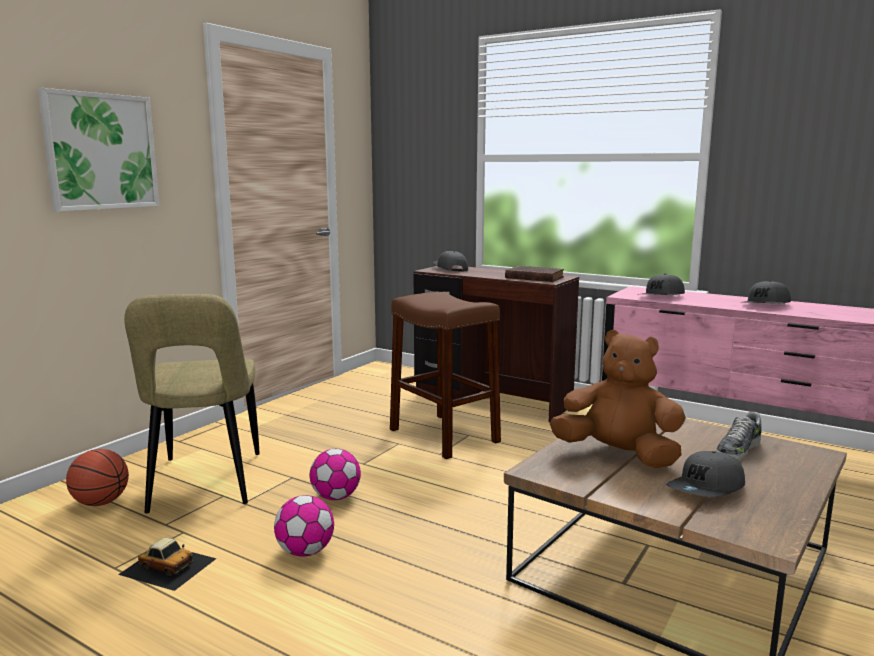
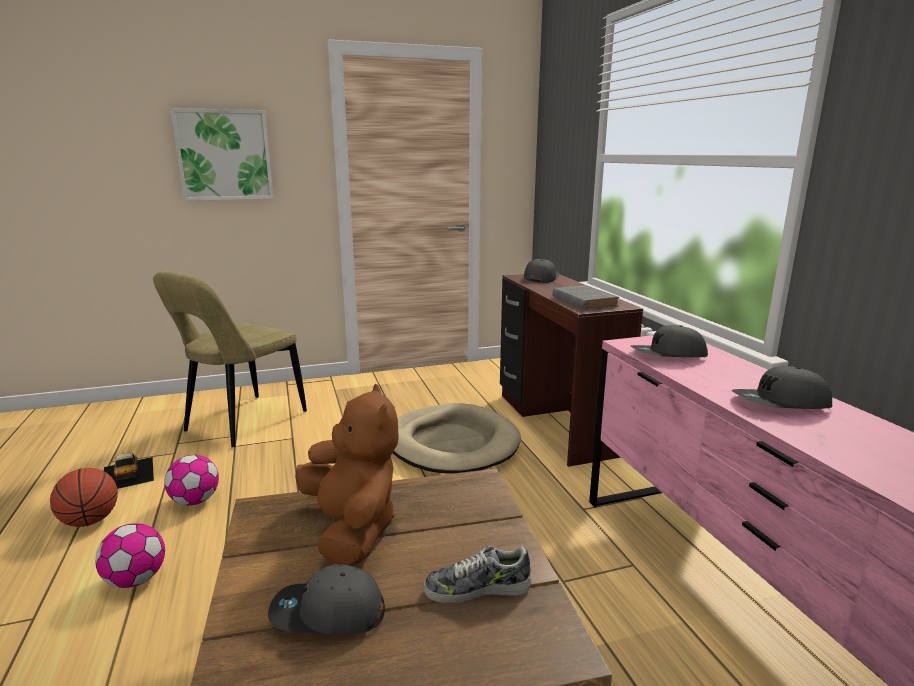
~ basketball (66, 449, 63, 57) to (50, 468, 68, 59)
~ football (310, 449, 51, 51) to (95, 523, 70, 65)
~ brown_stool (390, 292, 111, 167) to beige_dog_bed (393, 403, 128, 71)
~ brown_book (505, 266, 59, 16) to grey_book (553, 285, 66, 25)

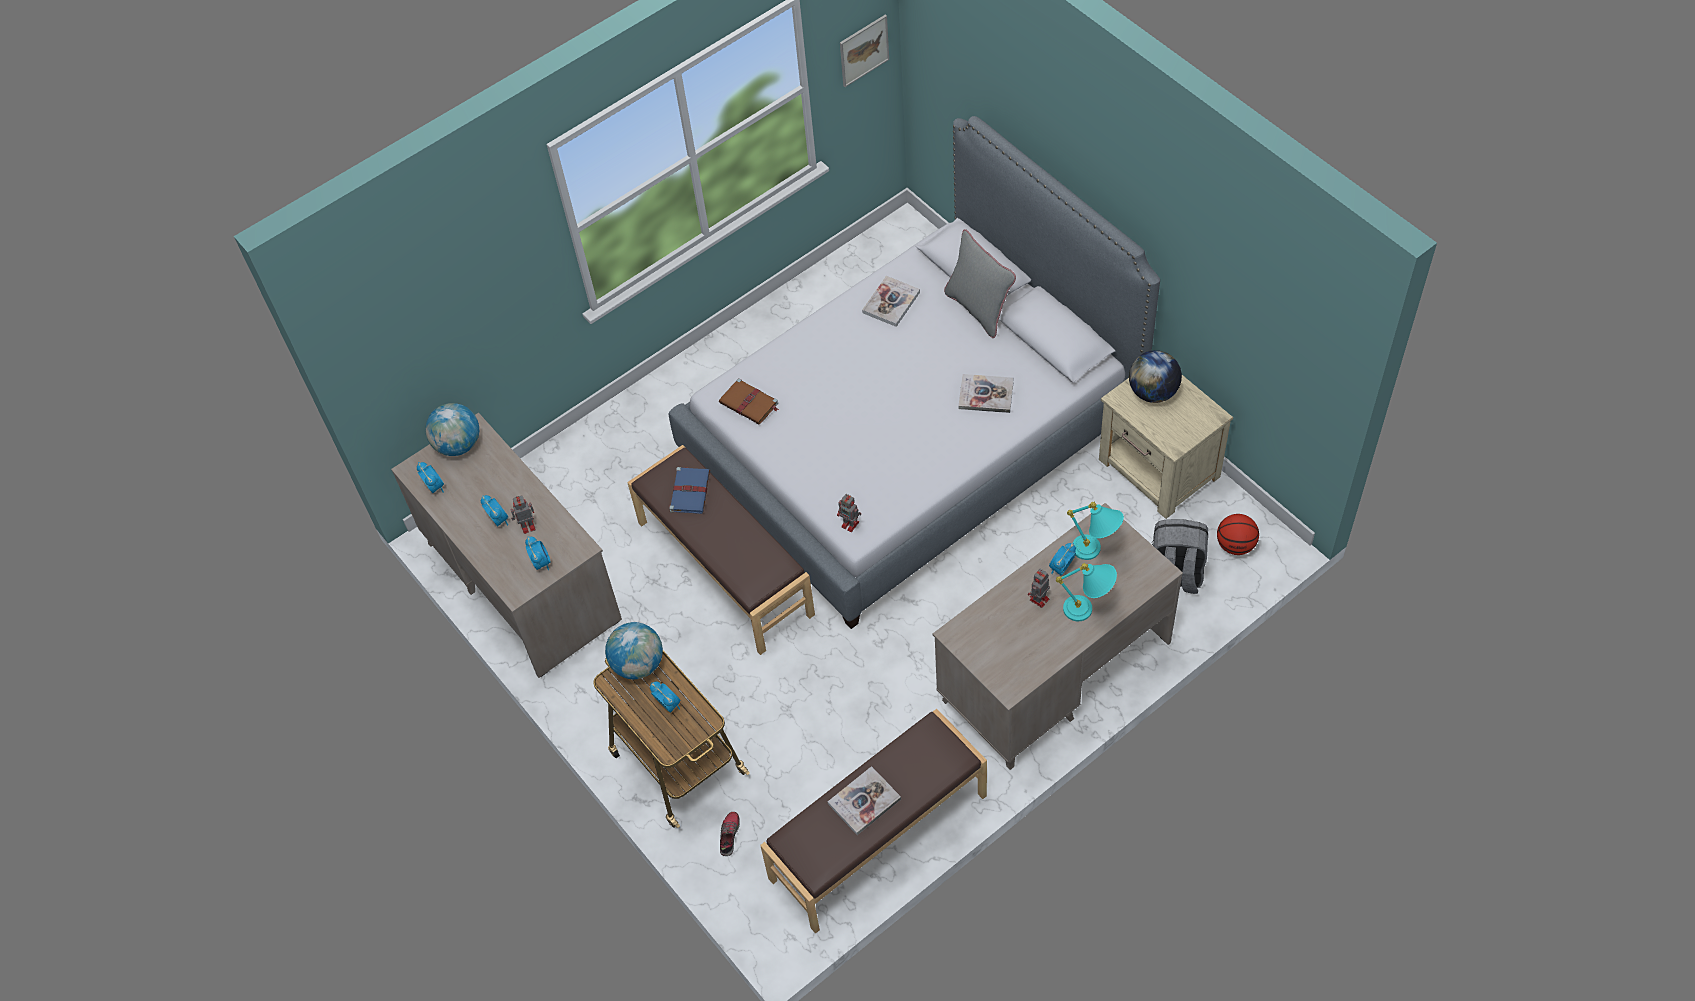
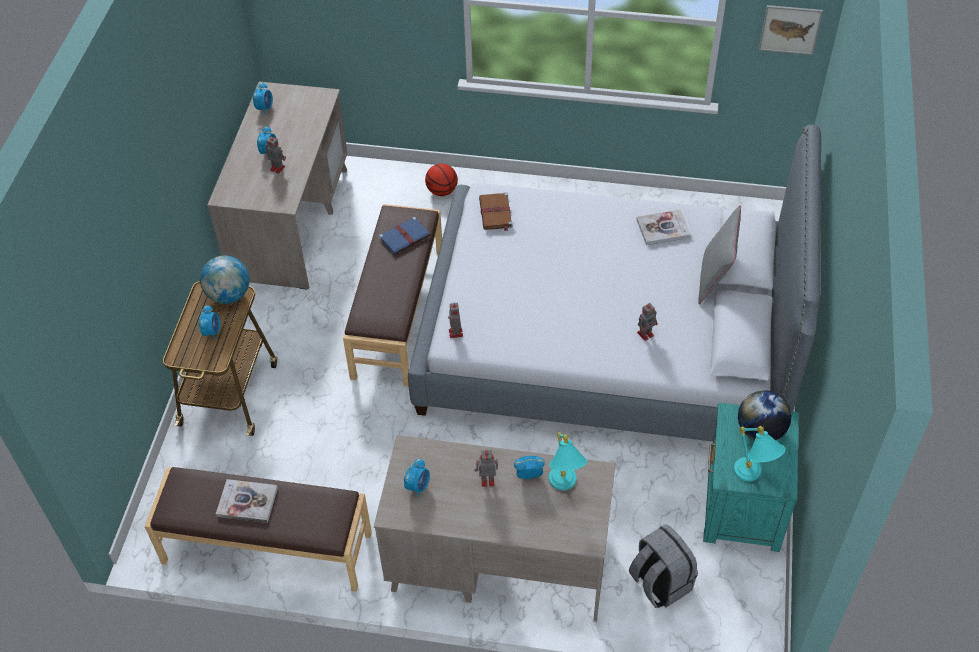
- globe (425, 403, 54, 53)
- shoe (720, 812, 20, 44)
~ alarm_clock (525, 536, 26, 34) to (404, 458, 26, 39)
~ turquoise_table_lamp (1056, 563, 61, 58) to (734, 426, 51, 56)
~ basketball (1217, 514, 42, 41) to (425, 164, 33, 32)
~ book (959, 374, 55, 39) to toy_robot (637, 303, 21, 38)
~ beige_nightstand (1099, 375, 134, 144) to turquoise_nightstand (703, 403, 96, 149)

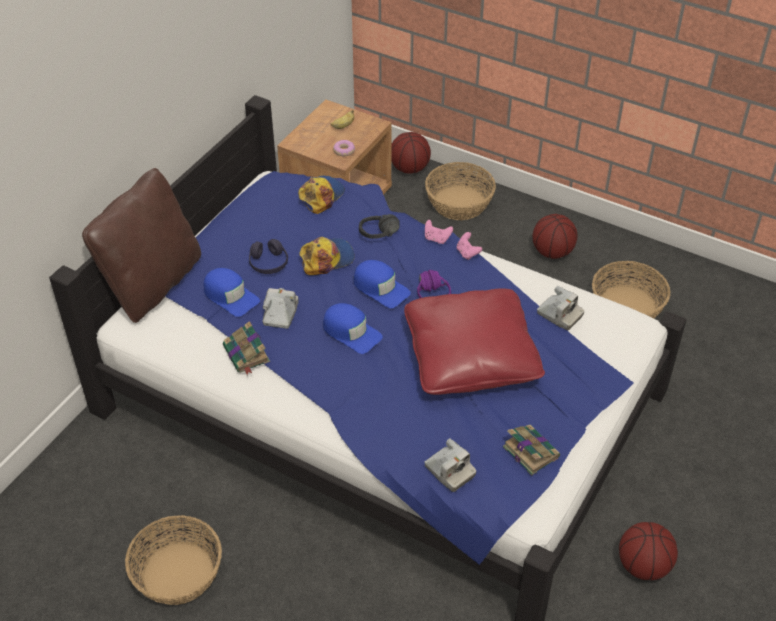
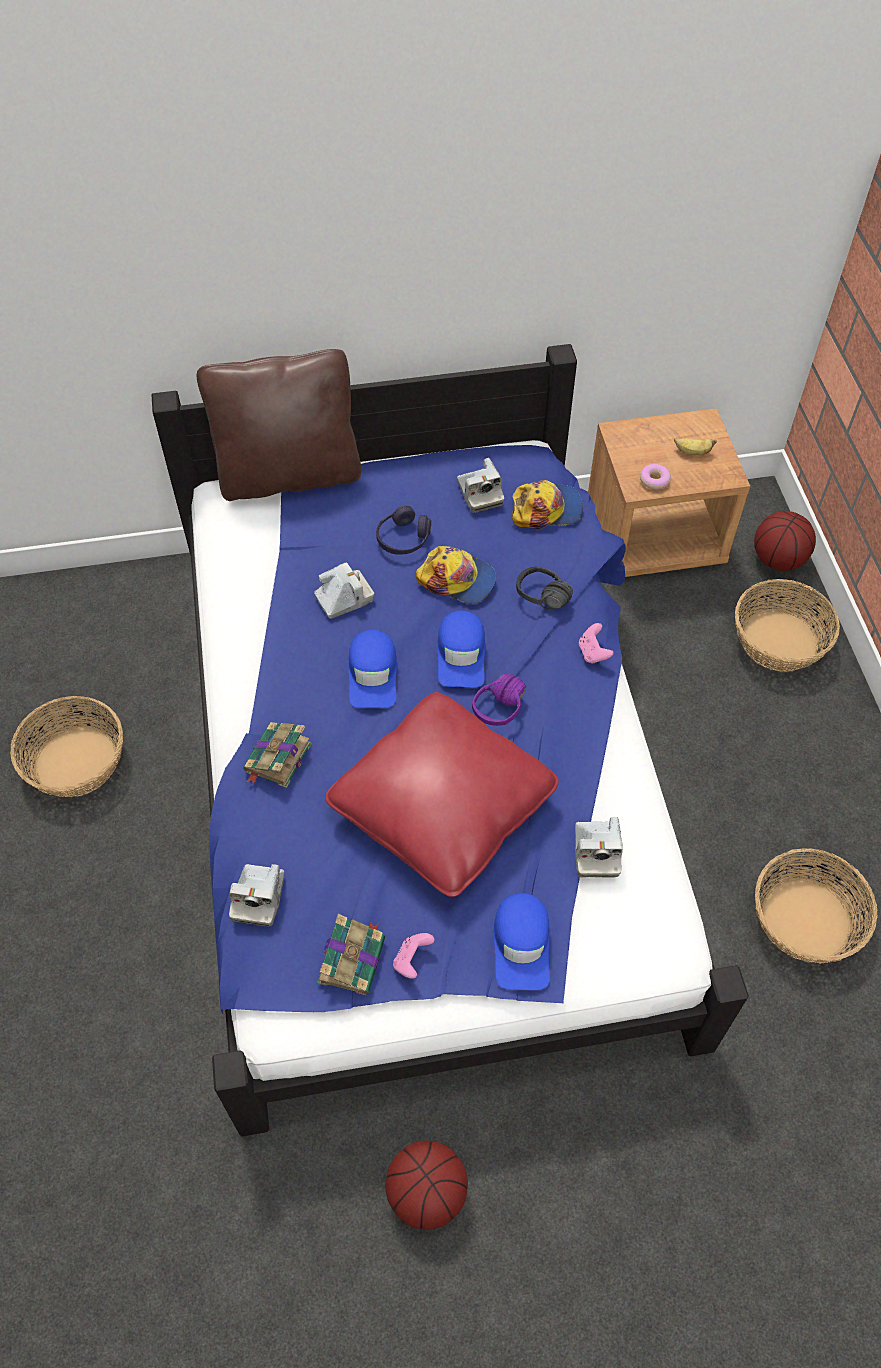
- basketball (532, 214, 46, 45)
+ photo_camera (457, 458, 47, 55)
~ blue_cap (204, 268, 56, 49) to (494, 893, 56, 97)
~ book (223, 321, 47, 54) to (243, 722, 69, 66)
~ pink_game_controller (457, 232, 25, 28) to (393, 933, 42, 46)

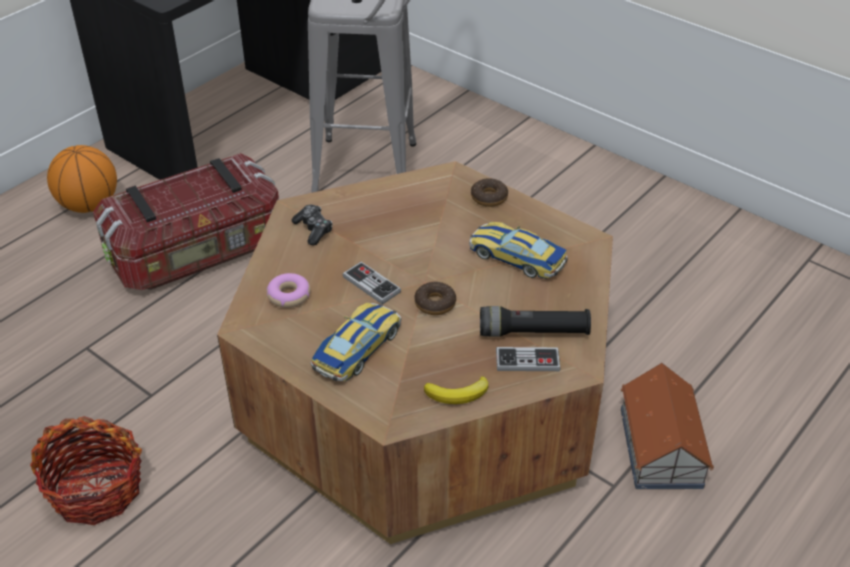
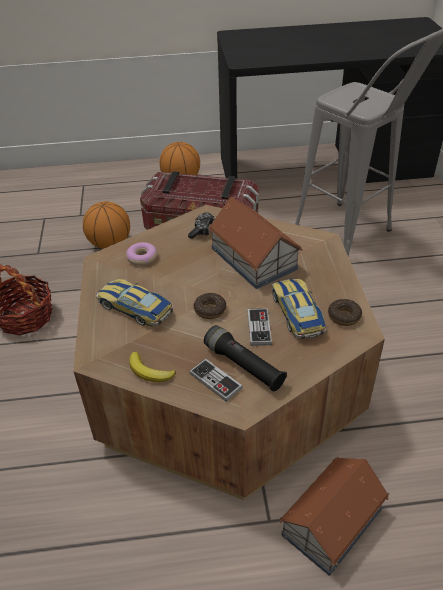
+ basketball (83, 201, 47, 48)
+ toy_house (208, 197, 95, 92)
~ game_controller (343, 262, 58, 43) to (247, 308, 25, 38)
~ donut (471, 178, 37, 29) to (328, 299, 34, 27)
~ toy_car (310, 303, 91, 78) = (97, 279, 76, 48) 135 degrees counterclockwise

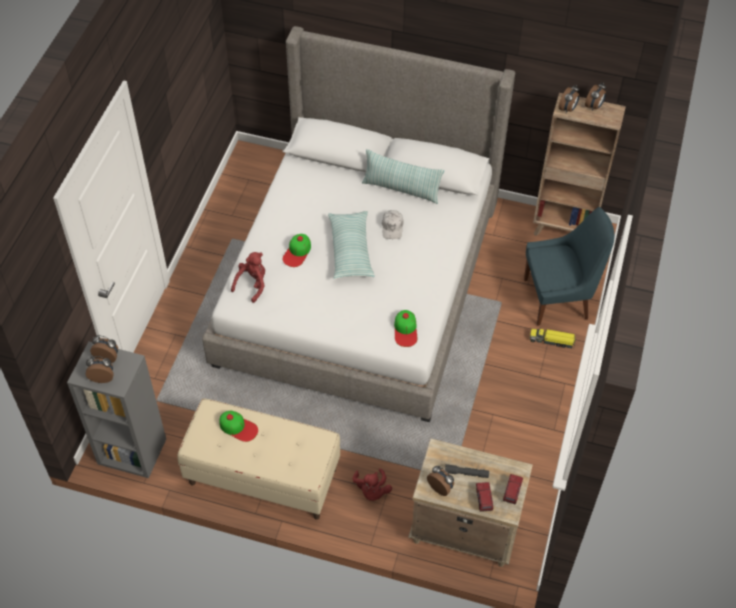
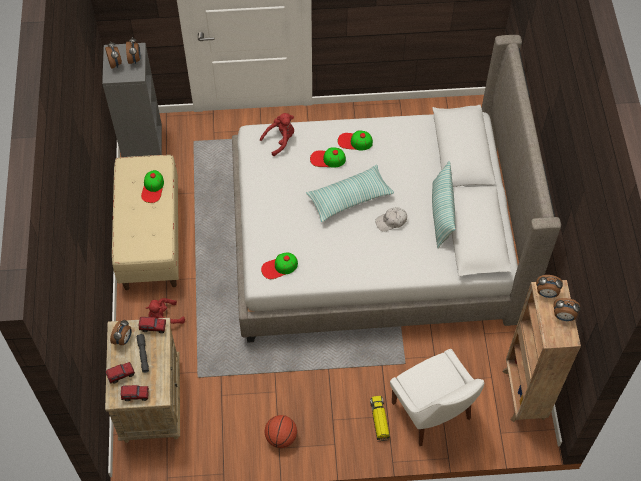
+ toy_truck (139, 317, 27, 16)
+ basketball (265, 415, 32, 33)
+ cap (338, 130, 35, 21)
~ blue_chair (524, 207, 90, 119) to white_chair (390, 349, 94, 97)
~ red_plush_toy (231, 252, 34, 51) = (260, 113, 34, 43) 45 degrees counterclockwise

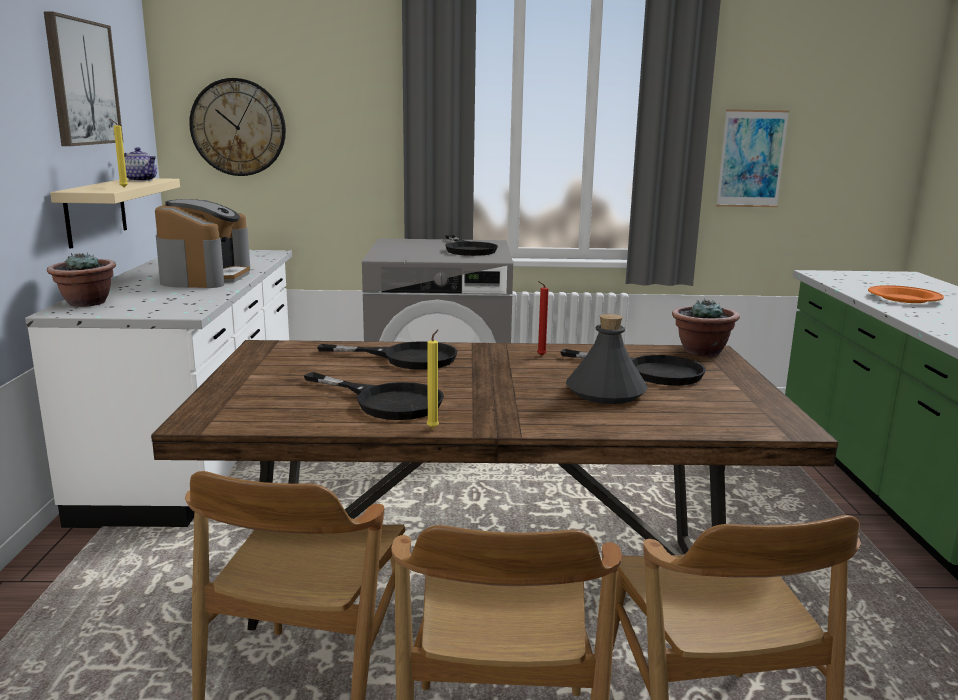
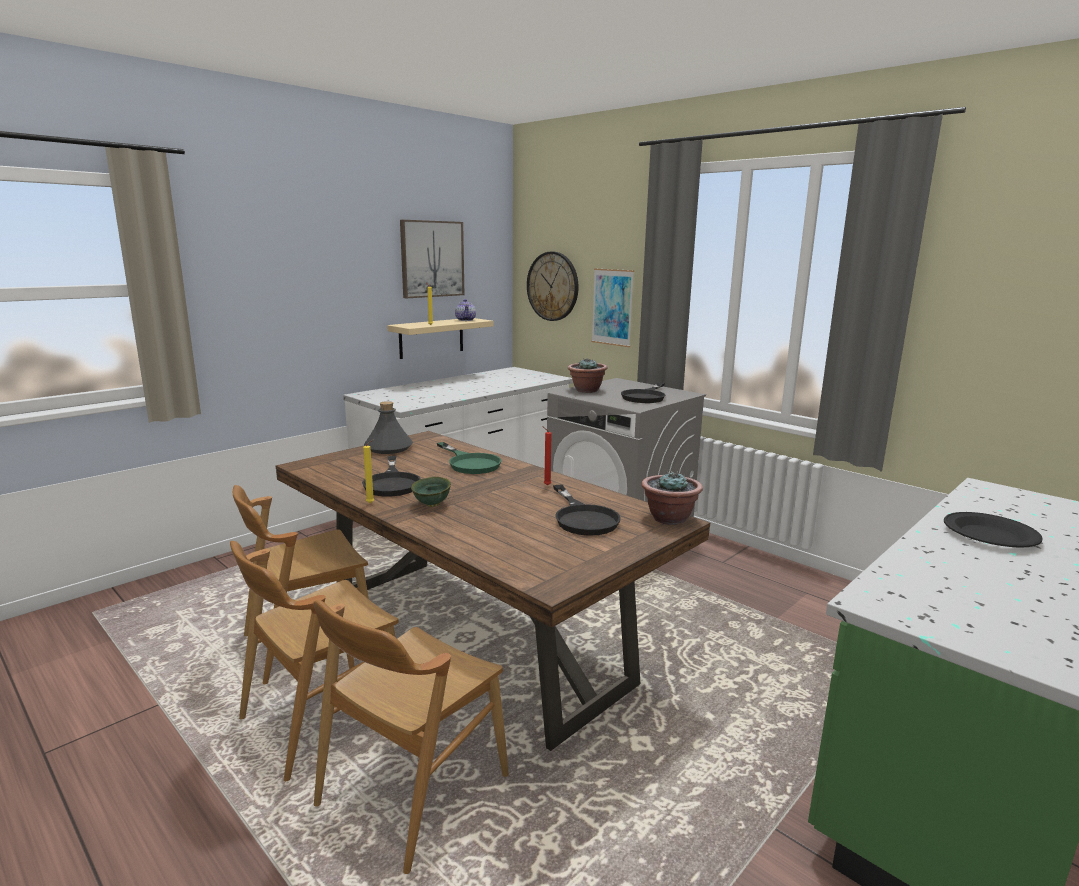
- coffee_machine (155, 199, 95, 89)
+ green_bowl (411, 477, 40, 30)
~ potted_plant (47, 253, 69, 54) to (568, 358, 40, 35)
~ grey_bottle (566, 314, 82, 90) to (364, 401, 49, 53)
~ picture (716, 109, 73, 98) to (591, 269, 43, 78)
~ black_frying_pan (317, 341, 140, 29) to green_frying_pan (437, 442, 65, 32)
~ orange_plate (868, 285, 76, 18) to black_plate (944, 512, 99, 36)

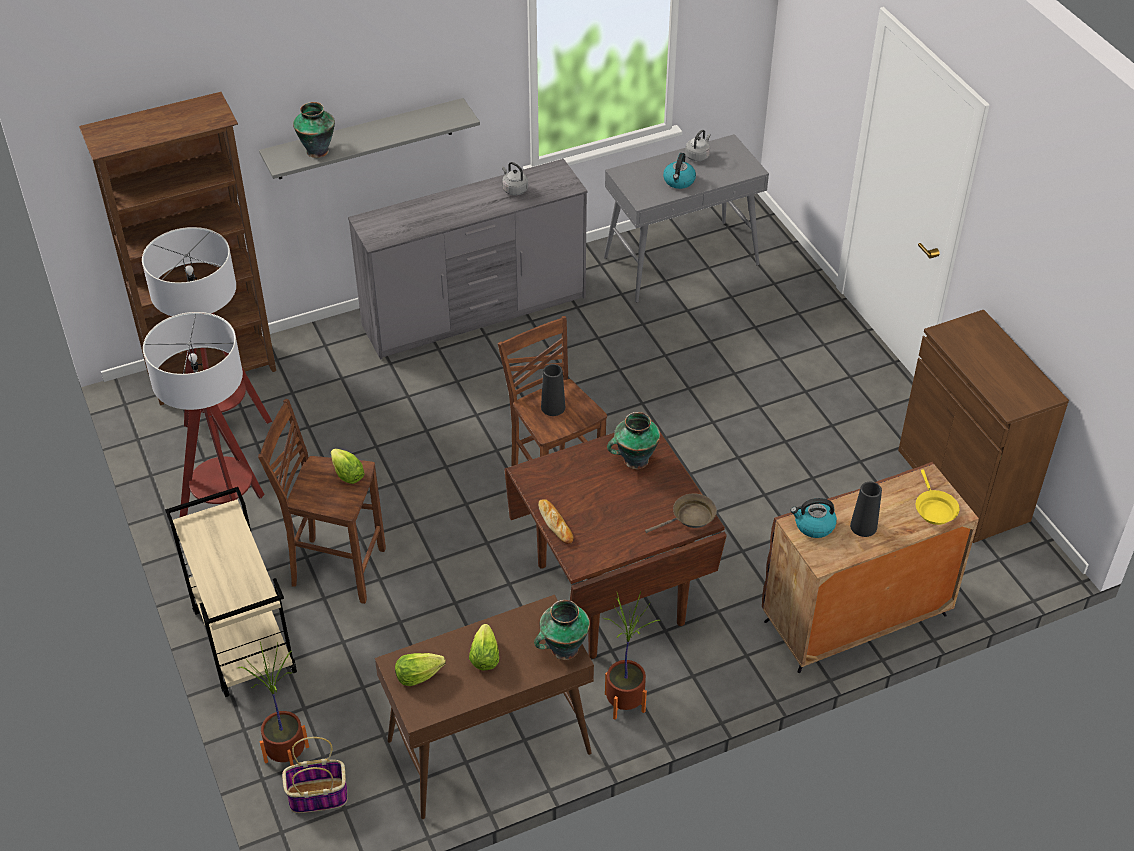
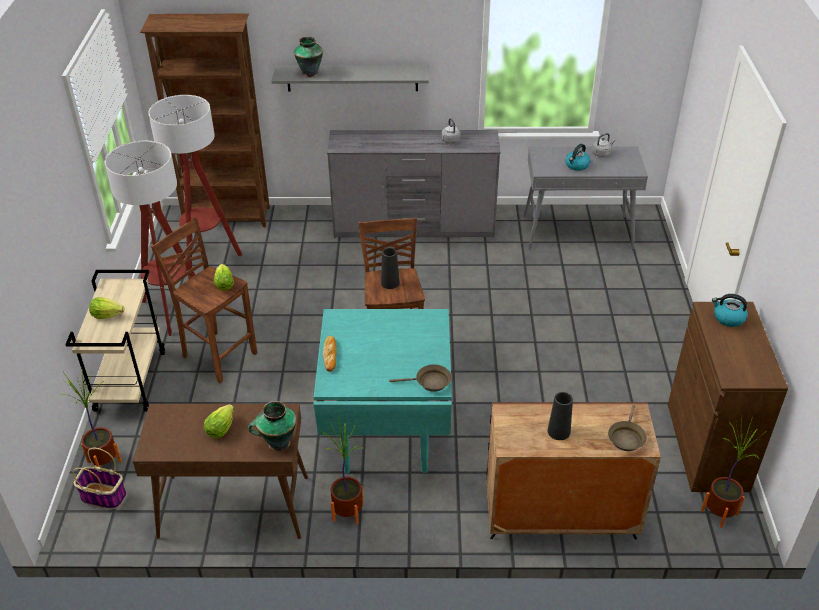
- vase (607, 412, 53, 57)
+ potted_plant (701, 416, 64, 111)
~ lettuce (395, 653, 51, 33) to (89, 297, 36, 22)
~ kettle (791, 498, 46, 40) to (712, 294, 36, 33)
~ brown_dining_table (504, 421, 223, 238) to turquoise_dining_table (314, 309, 138, 164)
~ yellow_frying_pan (916, 469, 43, 56) to brown_frying_pan (608, 405, 39, 46)

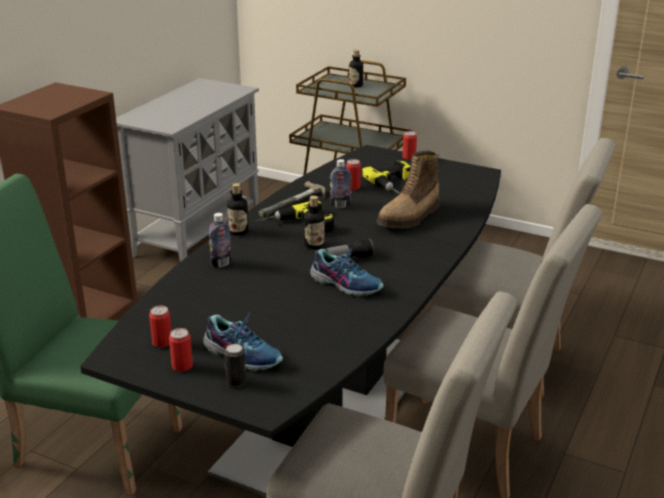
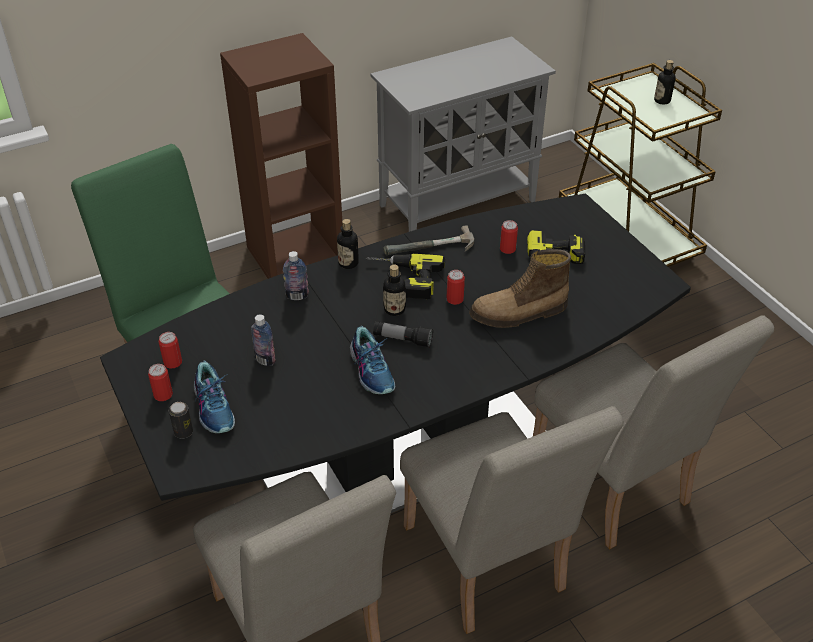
~ bottle (330, 159, 21, 49) to (251, 314, 25, 52)
~ can (402, 131, 15, 29) to (446, 270, 19, 35)

